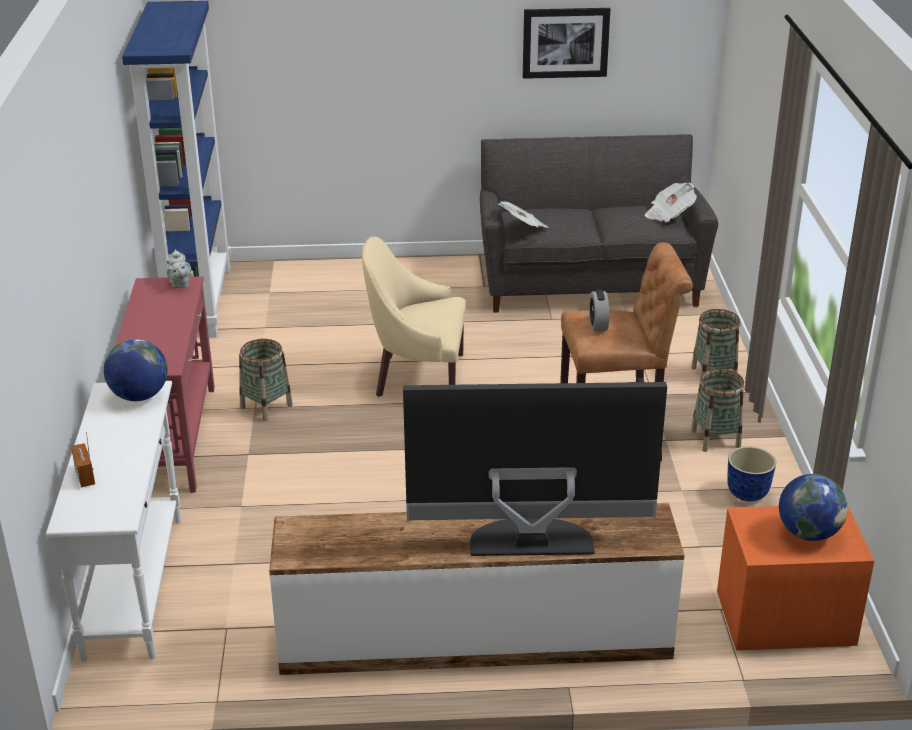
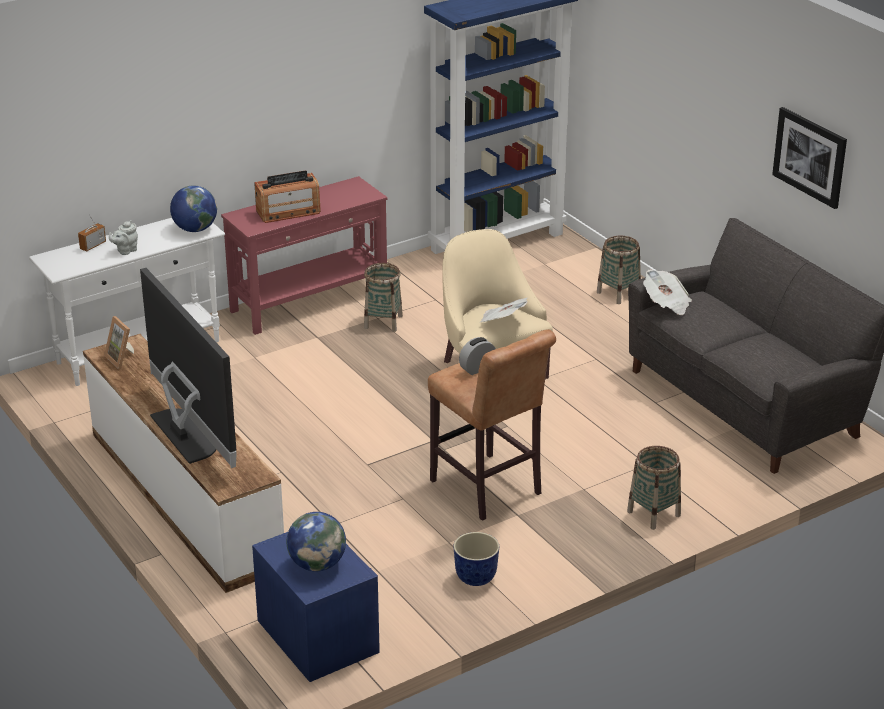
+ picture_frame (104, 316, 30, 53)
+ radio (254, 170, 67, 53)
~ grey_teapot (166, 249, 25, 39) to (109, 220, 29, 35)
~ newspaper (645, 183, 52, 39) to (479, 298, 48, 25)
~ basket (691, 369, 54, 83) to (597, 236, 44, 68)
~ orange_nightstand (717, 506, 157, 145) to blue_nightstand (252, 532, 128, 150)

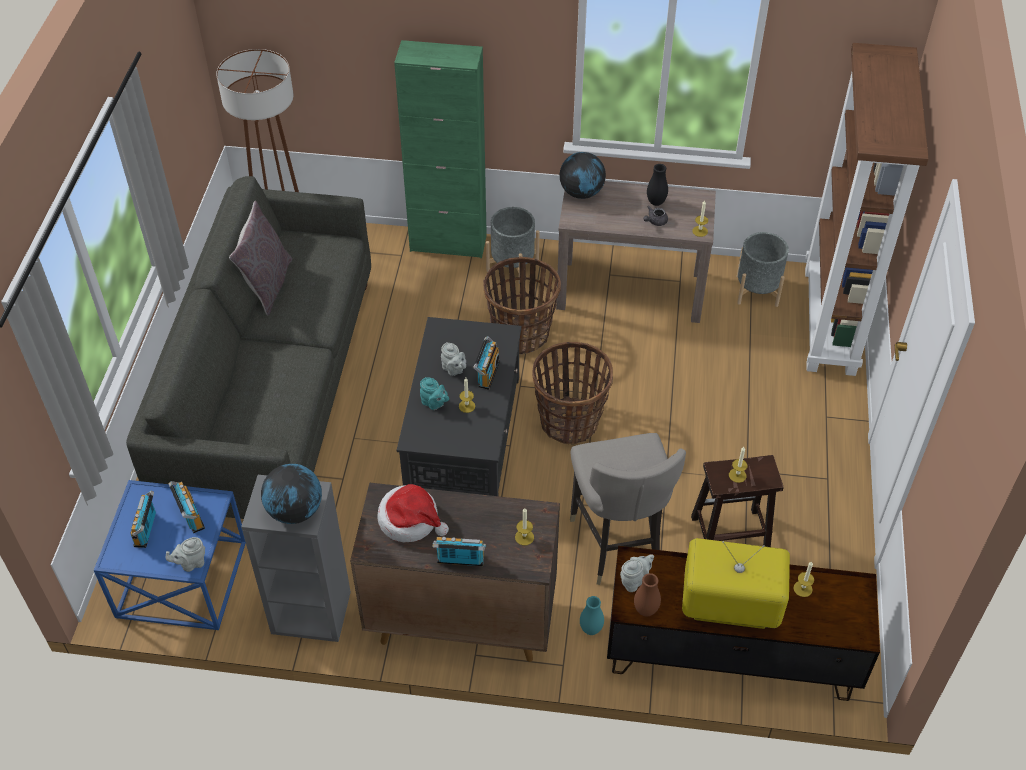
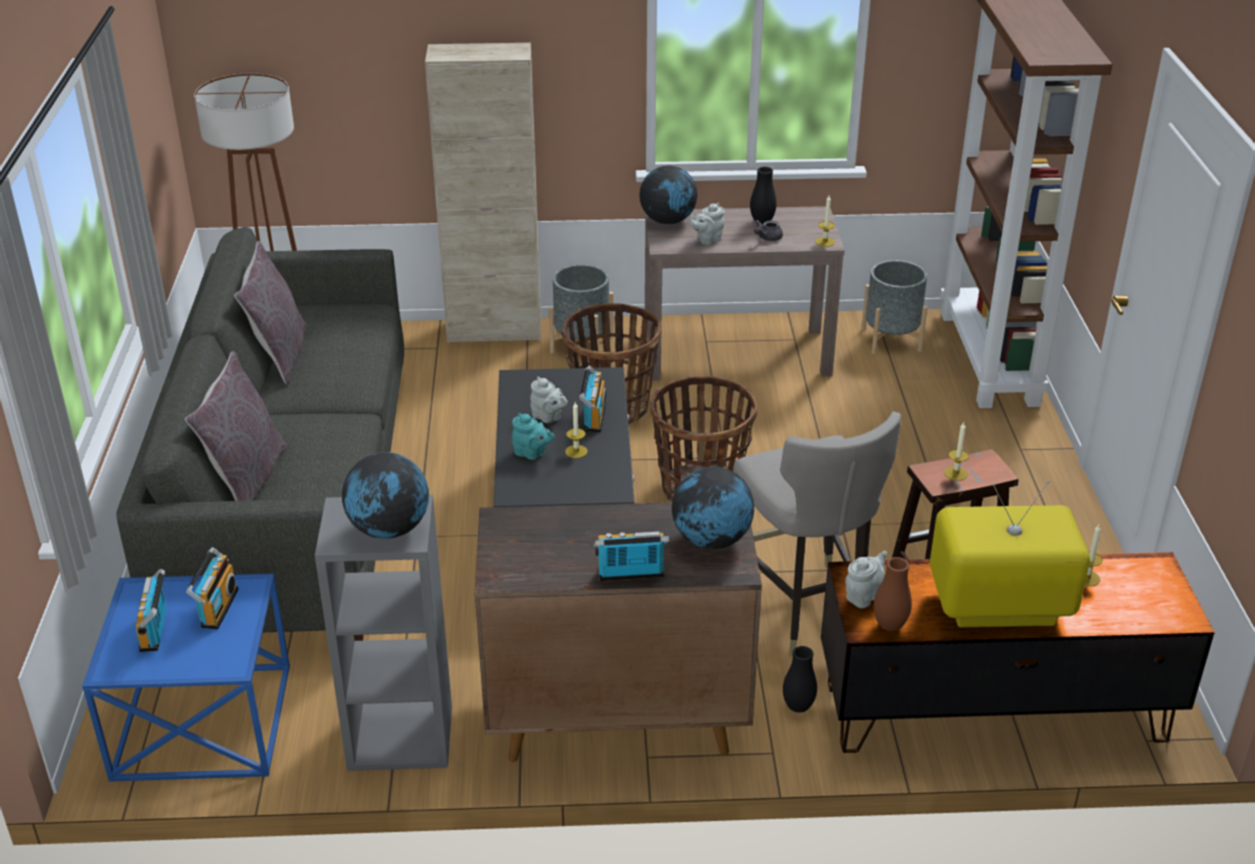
- hat (377, 484, 72, 58)
+ grey_pillow (185, 351, 103, 150)
~ grey_teapot (166, 537, 39, 35) to (690, 203, 34, 42)
~ candle (515, 508, 19, 38) to globe (672, 466, 82, 83)
~ green_cabinet (394, 40, 93, 218) to beige_cabinet (425, 43, 116, 300)
~ turquoise_vase (580, 596, 24, 39) to black_vase (783, 646, 34, 67)
~ radio (169, 481, 36, 52) = (186, 547, 53, 82) 45 degrees clockwise

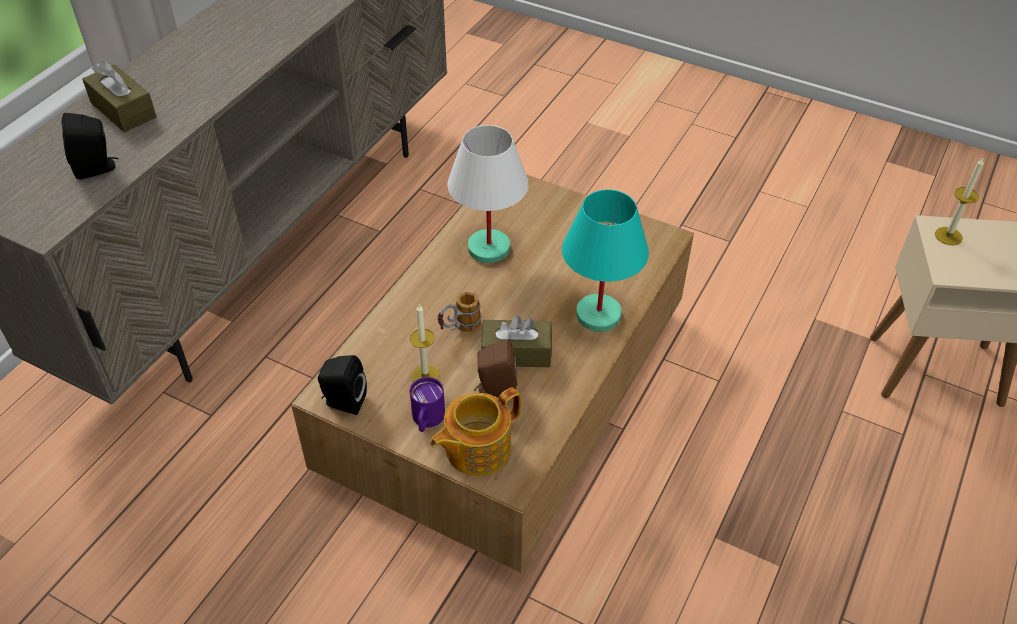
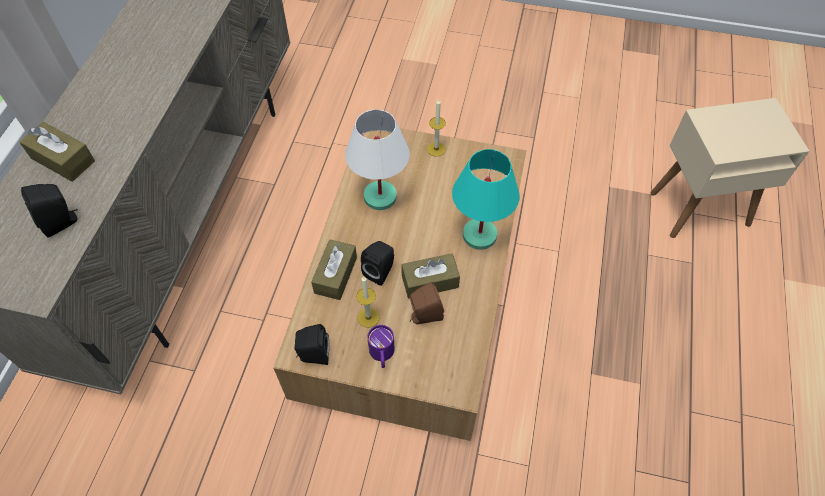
- teapot (430, 387, 91, 89)
+ brown_tissue_box (311, 240, 46, 60)
~ candle (935, 158, 49, 87) to (427, 99, 19, 58)
~ mug (438, 292, 43, 40) to black_speaker (361, 241, 33, 45)

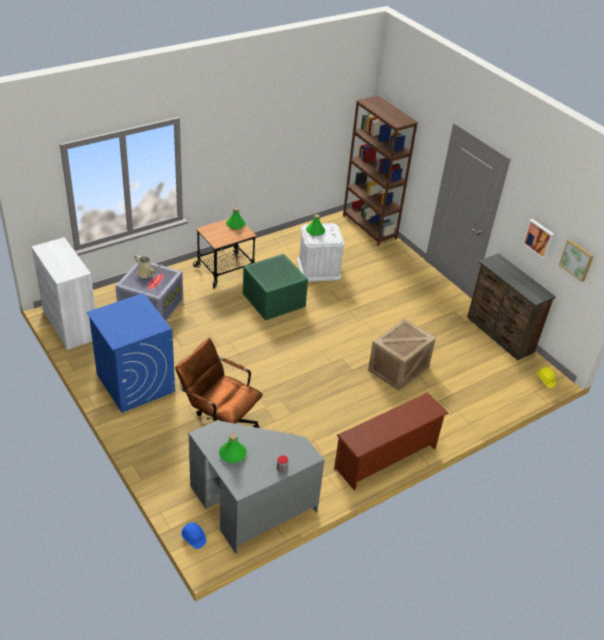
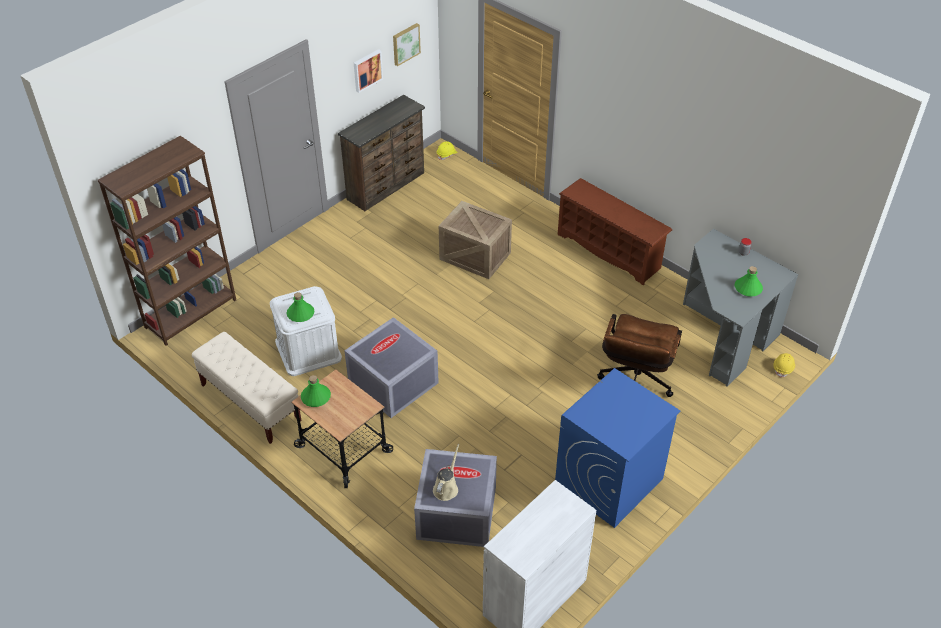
+ beige_bench (192, 332, 110, 112)
~ blue_hard_hat (181, 522, 26, 27) to yellow_hard_hat (774, 353, 21, 25)
~ green_storage_box (243, 254, 65, 67) to grey_storage_box (344, 317, 95, 101)

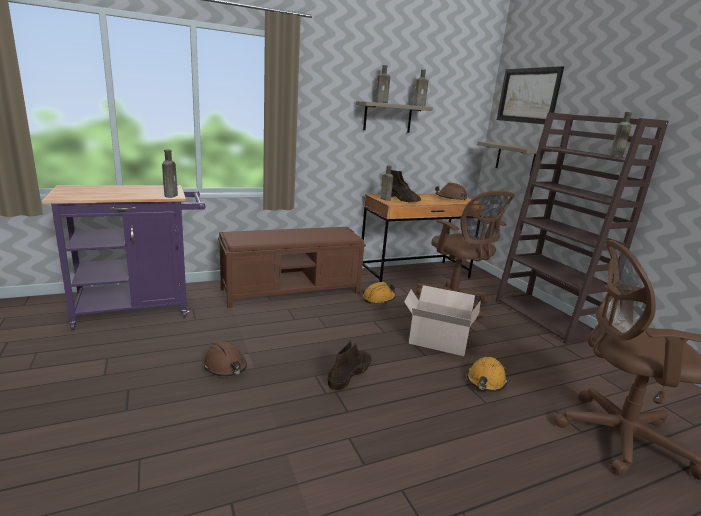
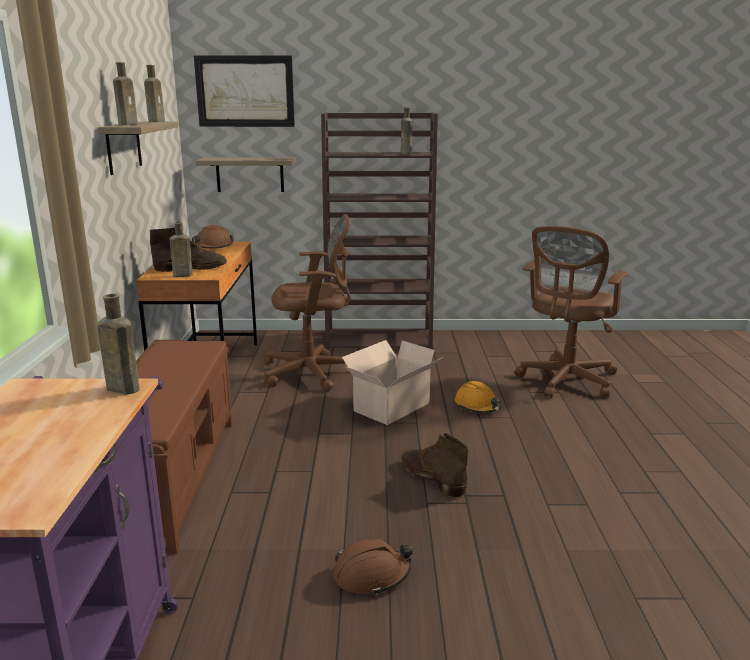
- orange_hard_hat (362, 282, 34, 22)

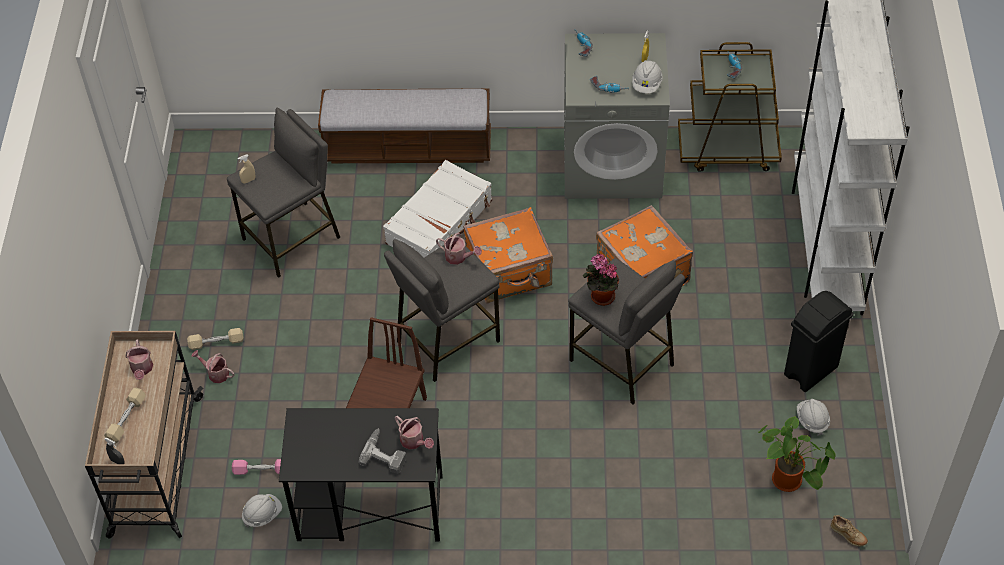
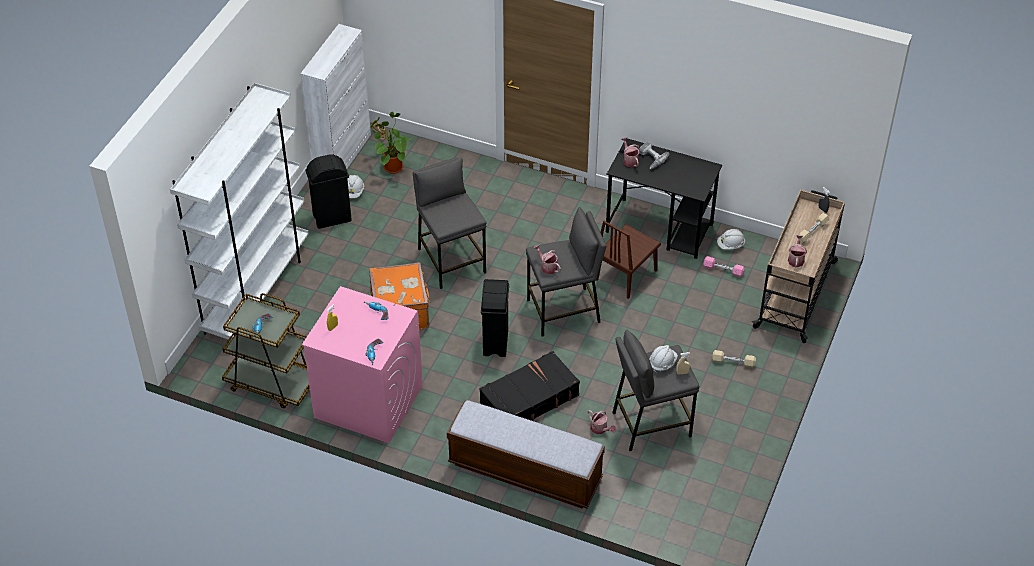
- potted_plant (583, 254, 36, 52)
+ white_cabinet (301, 24, 70, 145)
~ watering_can (191, 350, 44, 33) to (587, 410, 29, 24)
~ white_hard_hat (632, 60, 31, 33) to (649, 345, 29, 28)
~ orange_suitcase (463, 207, 90, 96) to black_trash_can (481, 279, 28, 78)
~ white_suitcase (383, 160, 109, 98) to black_suitcase (479, 351, 101, 70)
~ grey_washing_machine (564, 33, 106, 166) to pink_washing_machine (302, 286, 121, 157)

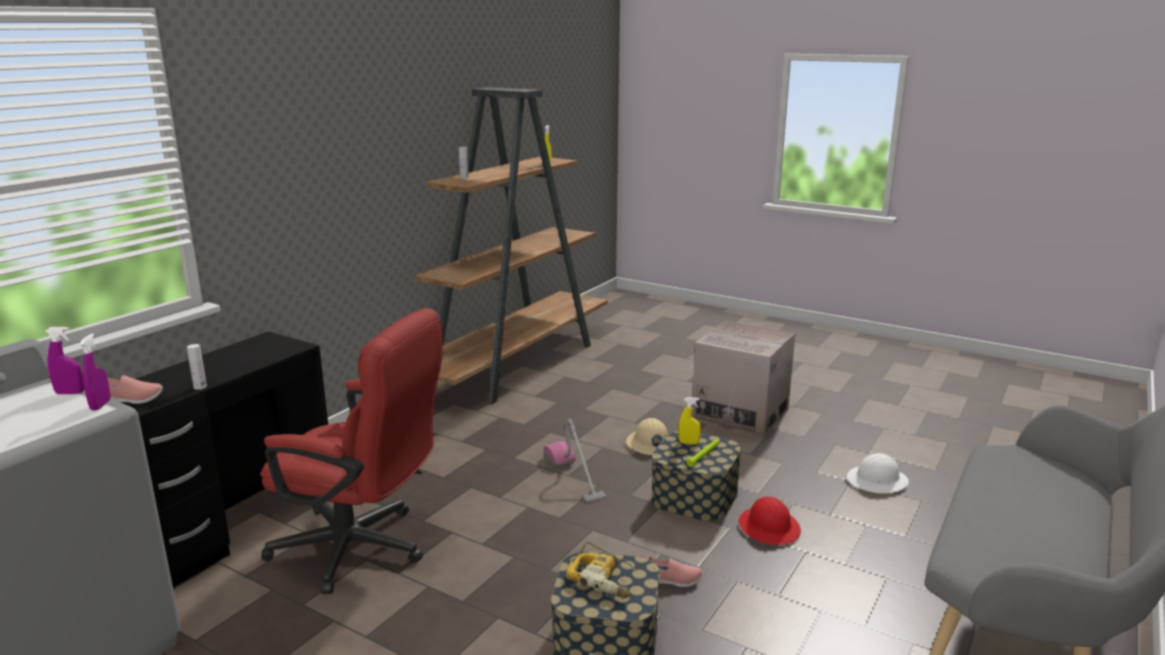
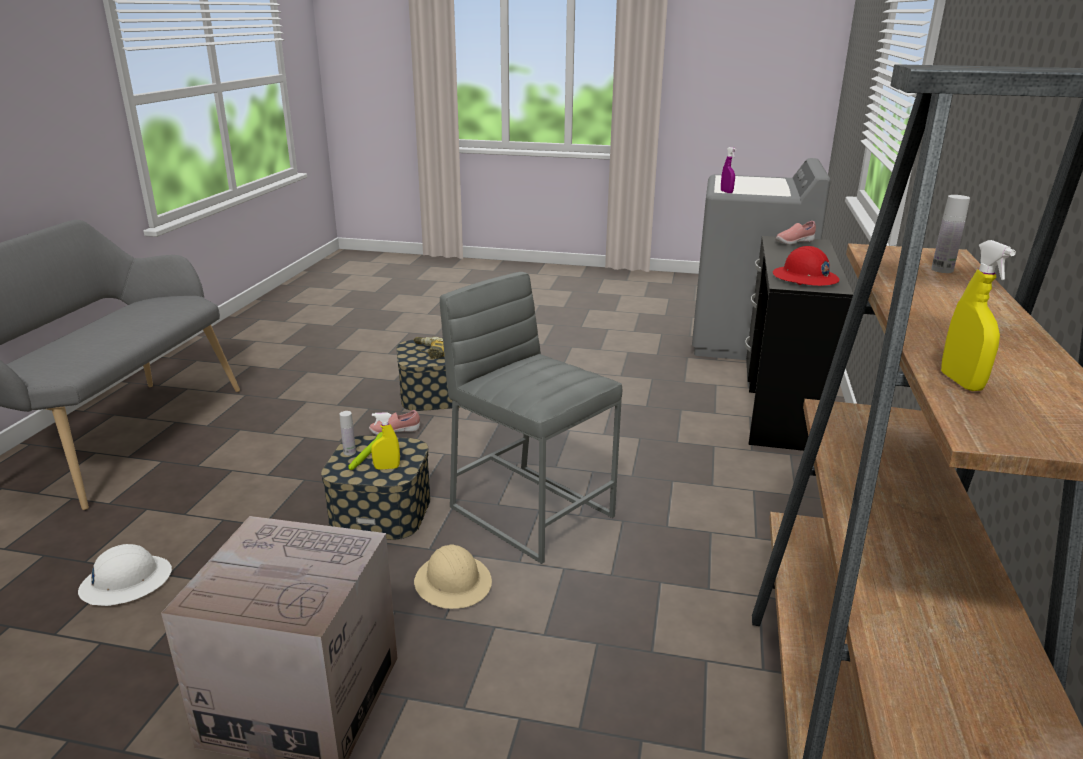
- purple_spray_bottle (45, 327, 39, 67)
- red_office_chair (260, 308, 183, 286)
~ white_bottle (187, 344, 20, 46) to (340, 411, 16, 45)
~ red_hard_hat (738, 497, 63, 48) to (773, 246, 67, 40)
~ vacuum_cleaner (544, 419, 63, 84) to grey_stool (440, 272, 182, 292)

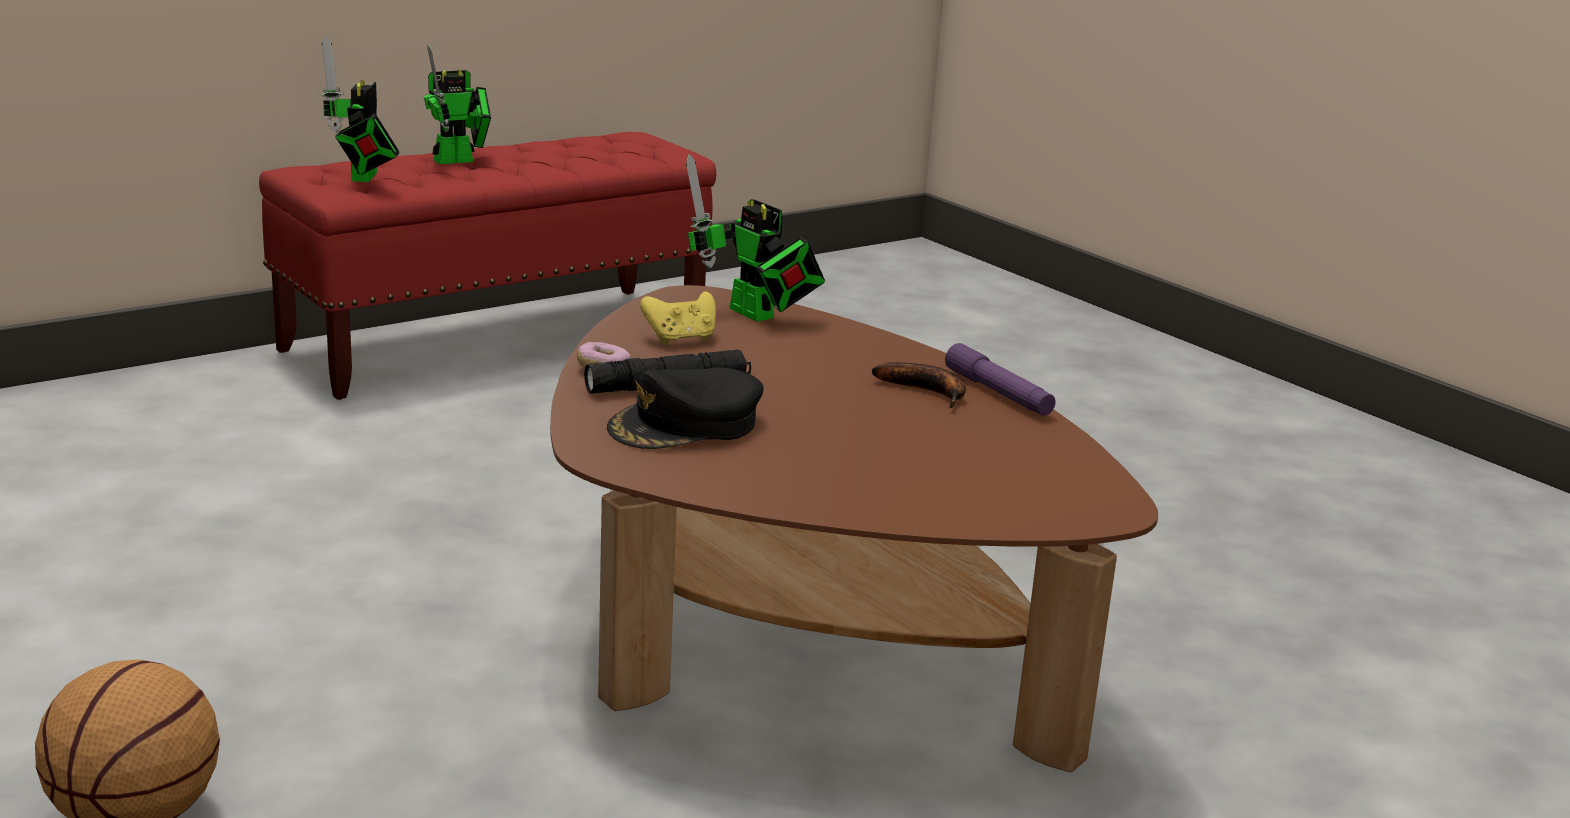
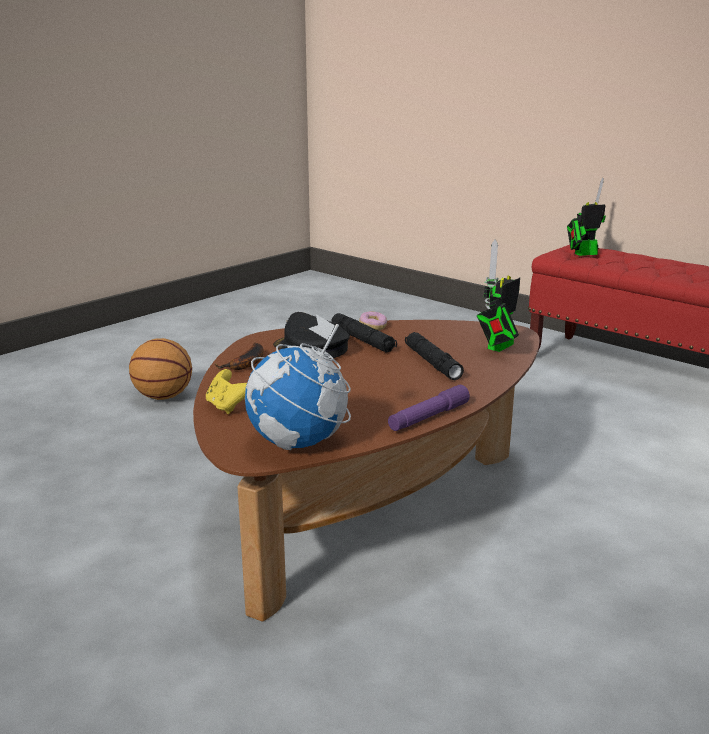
- toy_robot (424, 44, 67, 120)
+ globe (245, 314, 106, 136)
+ black_flashlight (405, 332, 59, 48)
~ yellow_game_controller (640, 291, 76, 54) to (206, 369, 41, 45)
~ banana (872, 362, 94, 46) to (215, 343, 49, 27)

